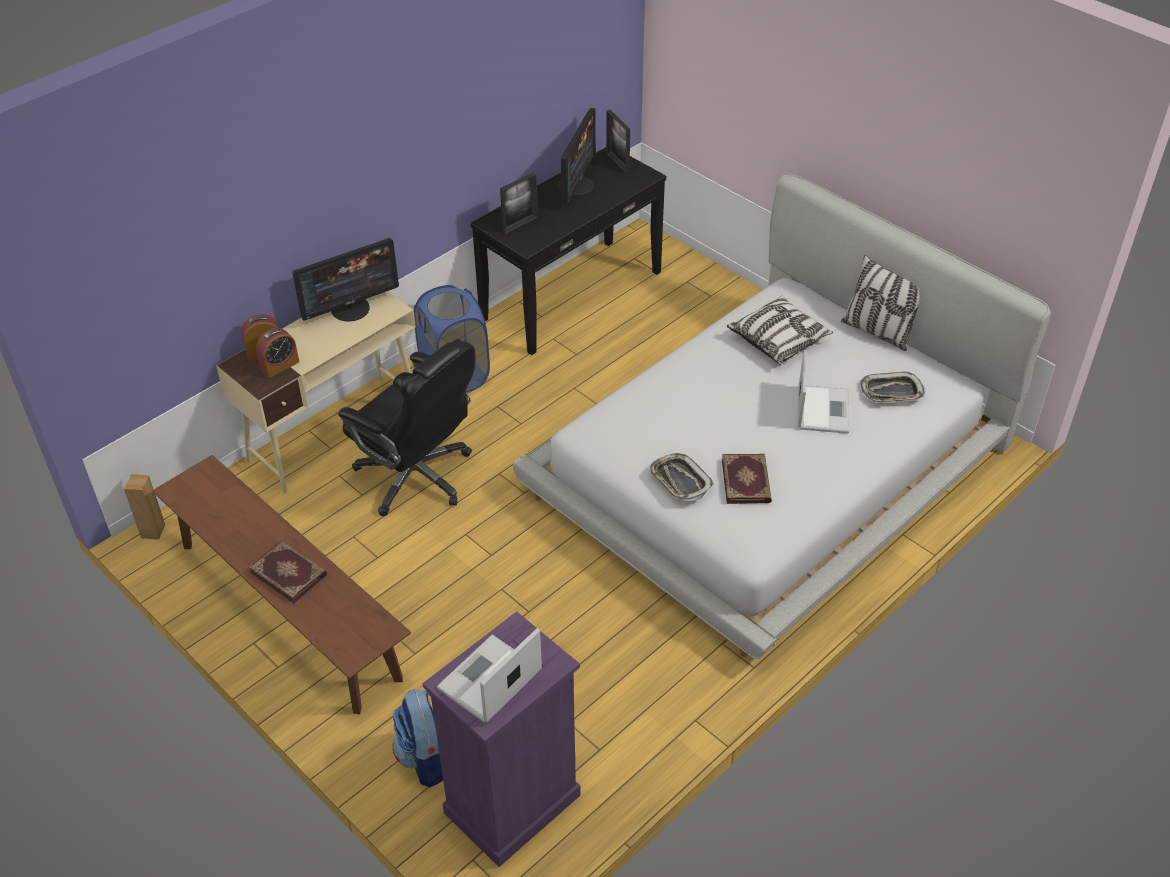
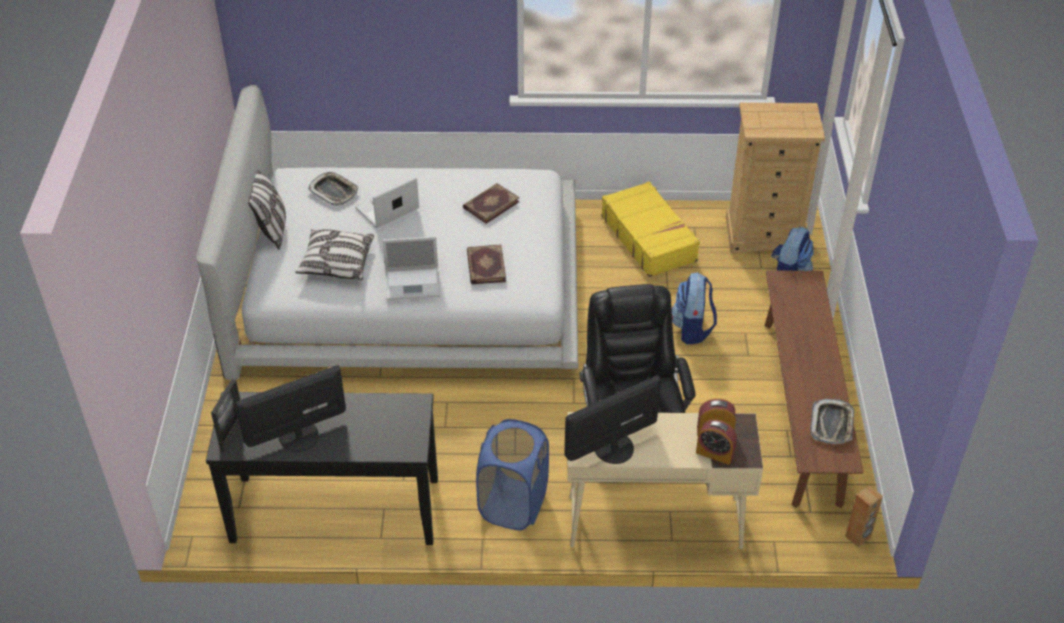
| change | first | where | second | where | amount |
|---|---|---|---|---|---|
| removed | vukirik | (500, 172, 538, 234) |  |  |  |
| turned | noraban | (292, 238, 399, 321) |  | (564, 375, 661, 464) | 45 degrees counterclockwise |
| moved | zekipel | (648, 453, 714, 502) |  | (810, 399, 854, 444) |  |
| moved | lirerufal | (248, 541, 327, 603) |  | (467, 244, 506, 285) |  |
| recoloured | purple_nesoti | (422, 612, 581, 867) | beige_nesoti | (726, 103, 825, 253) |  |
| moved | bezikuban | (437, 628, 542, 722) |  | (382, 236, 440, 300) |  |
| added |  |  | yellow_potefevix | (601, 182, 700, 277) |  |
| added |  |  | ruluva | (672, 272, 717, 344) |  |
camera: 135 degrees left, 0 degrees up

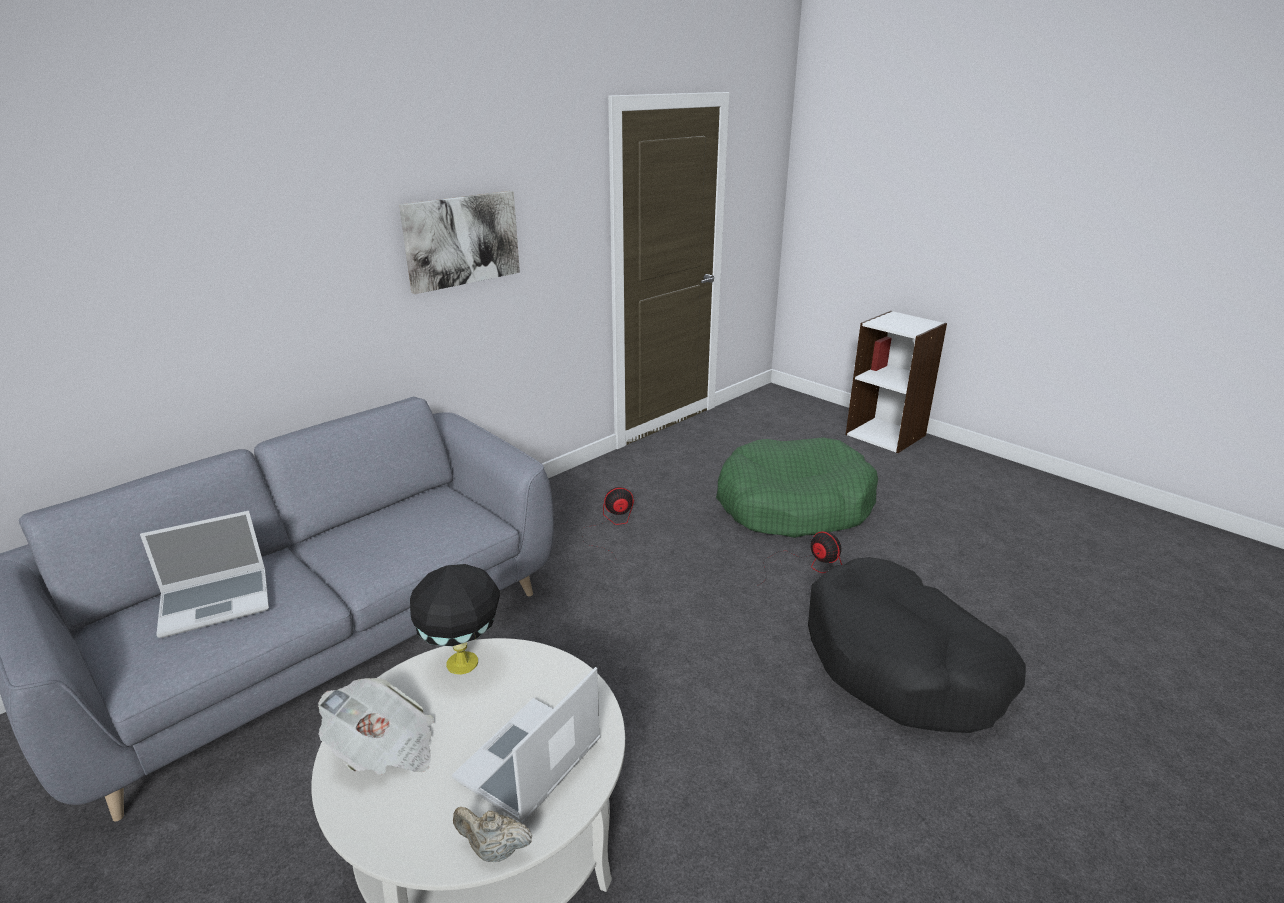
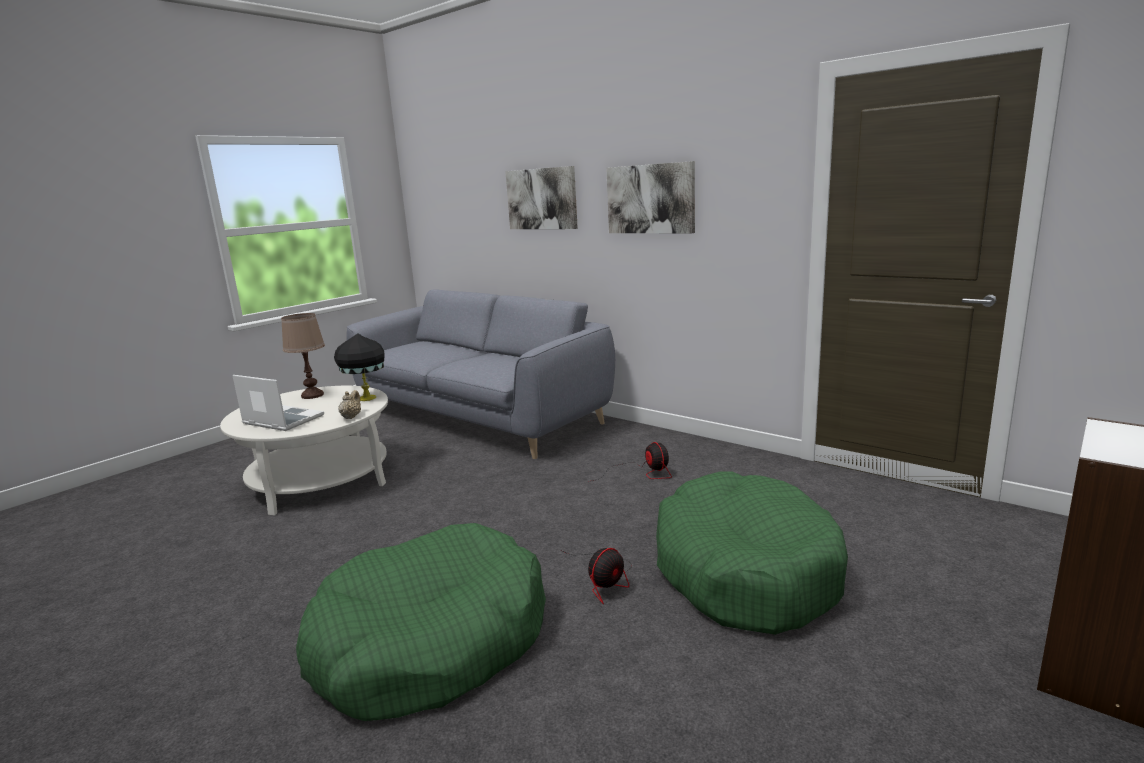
| change | first | where | second | where | amount |
|---|---|---|---|---|---|
| removed | bezikuban | (140, 511, 269, 638) |  |  |  |
| recoloured | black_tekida | (808, 557, 1026, 733) | green_tekida | (296, 523, 546, 721) |  |
| replaced | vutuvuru | (318, 678, 434, 775) | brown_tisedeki | (281, 313, 325, 399) |  |
| moved | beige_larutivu | (453, 807, 532, 862) |  | (338, 390, 361, 419) |  |
| added |  |  | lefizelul | (505, 166, 578, 229) |  |
camera: 85 degrees right, 10 degrees down

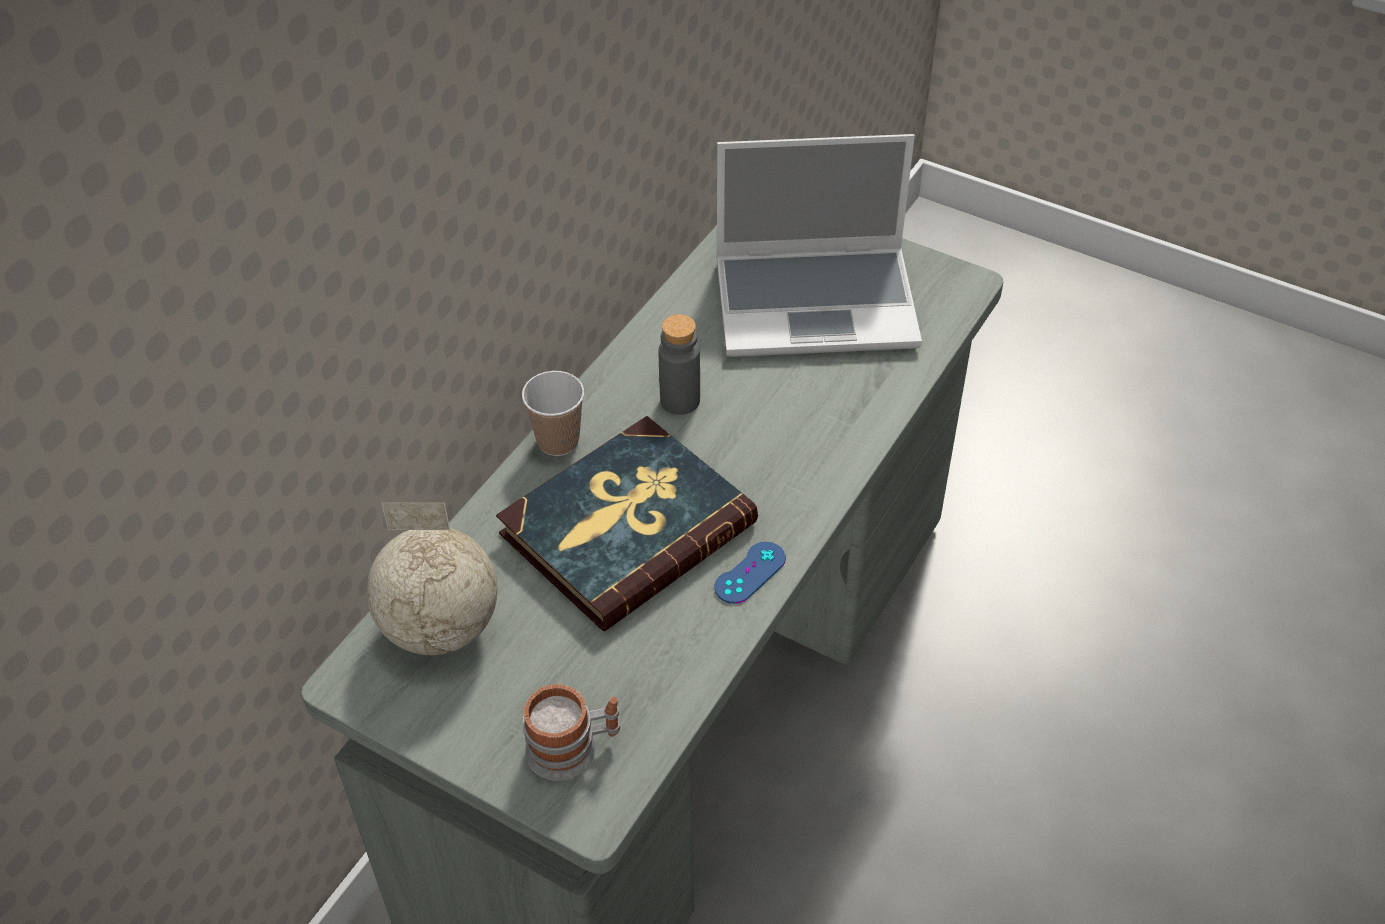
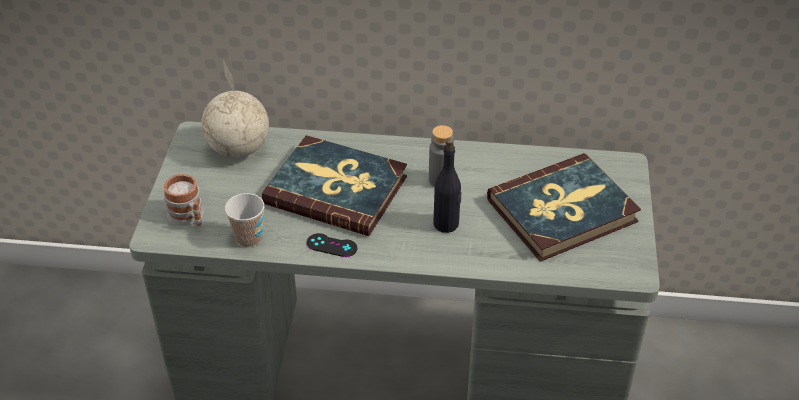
| change | first | where | second | where | amount |
|---|---|---|---|---|---|
| replaced | bezikuban | (717, 134, 922, 357) | lirerufal | (487, 153, 641, 262) |  |
| moved | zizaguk | (522, 371, 584, 456) |  | (225, 193, 264, 248) |  |
| recoloured | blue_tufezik | (715, 542, 786, 604) | black_tufezik | (307, 233, 357, 257) |  |
| added |  |  | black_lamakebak | (433, 138, 462, 233) |  |
camera: 65 degrees right, 5 degrees down

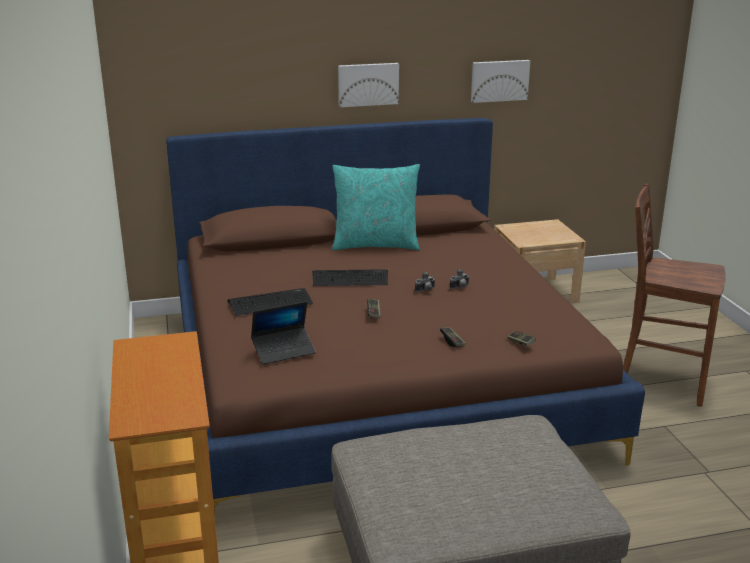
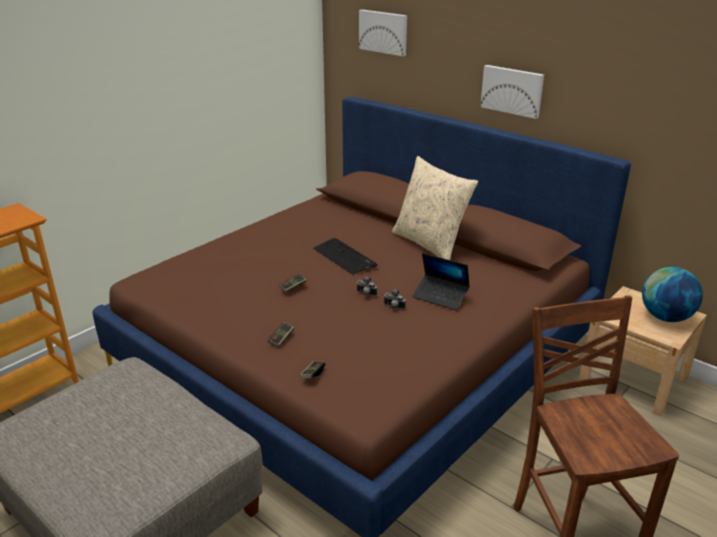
| change | first | where | second | where | amount |
|---|---|---|---|---|---|
| moved | lefizelul | (471, 60, 530, 103) |  | (359, 10, 407, 56) |  |
| recoloured | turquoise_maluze | (332, 164, 420, 250) | beige_maluze | (392, 156, 478, 260) |  |
| removed | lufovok | (227, 288, 313, 316) |  |  |  |
| moved | bezikuban | (251, 302, 316, 364) |  | (412, 253, 470, 310) |  |
| added |  |  | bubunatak | (642, 267, 703, 322) |  |
camera: 55 degrees right, 5 degrees up

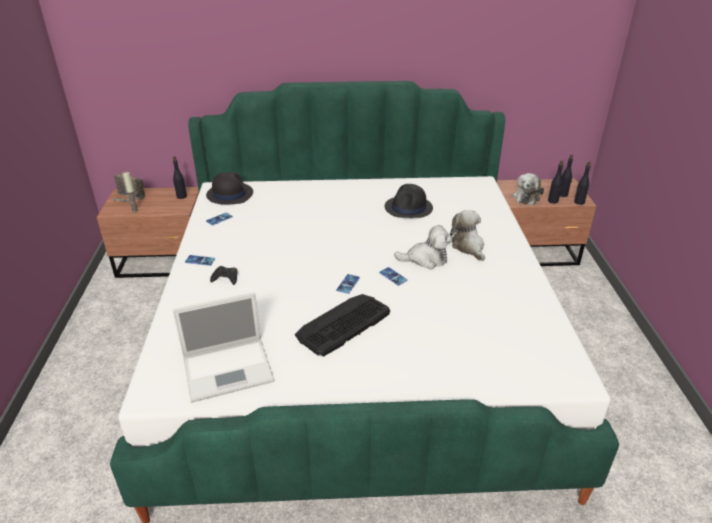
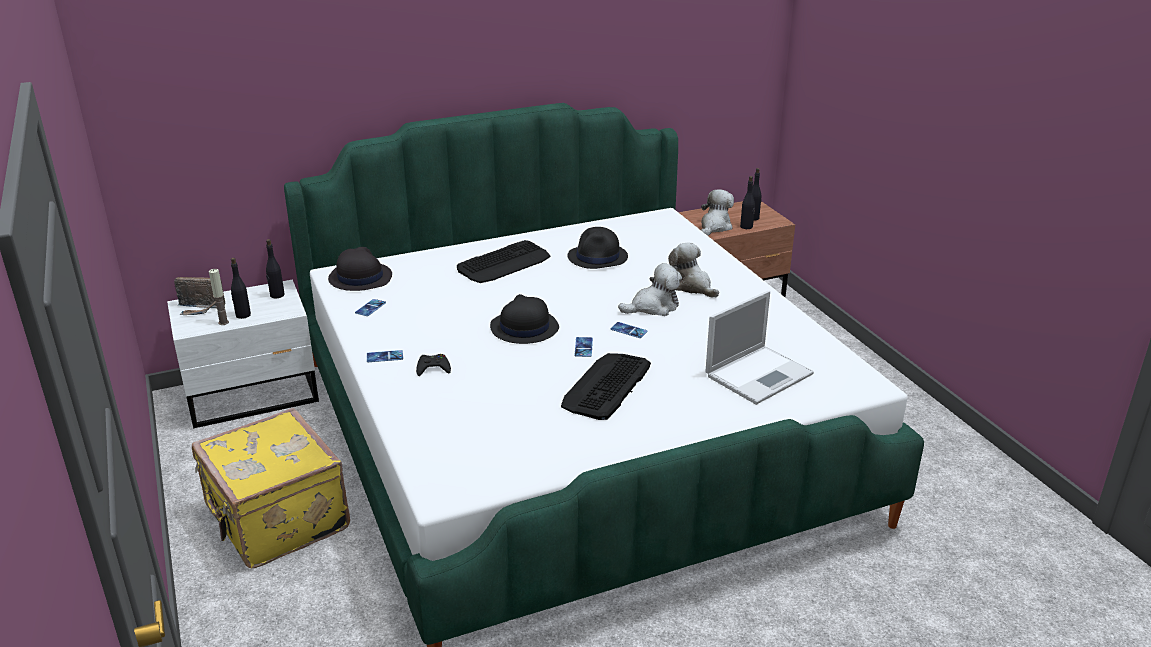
| change | first | where | second | where | amount |
|---|---|---|---|---|---|
| moved | black_lamakebak | (574, 162, 591, 205) |  | (231, 258, 251, 319) |  |
| turned | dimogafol | (512, 173, 544, 205) |  | (701, 189, 734, 236) | 150 degrees counterclockwise |
| recoloured | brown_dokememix | (97, 187, 199, 278) | white_dokememix | (167, 280, 319, 428) |  |
| moved | bezikuban | (173, 292, 274, 403) |  | (705, 291, 814, 405) |  |
| added |  |  | lufovok | (457, 240, 551, 283) |  |
| added |  |  | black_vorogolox | (490, 294, 559, 344) |  |
| added |  |  | yellow_potefevix | (192, 408, 350, 568) |  |
camera: 20 degrees left, 5 degrees down

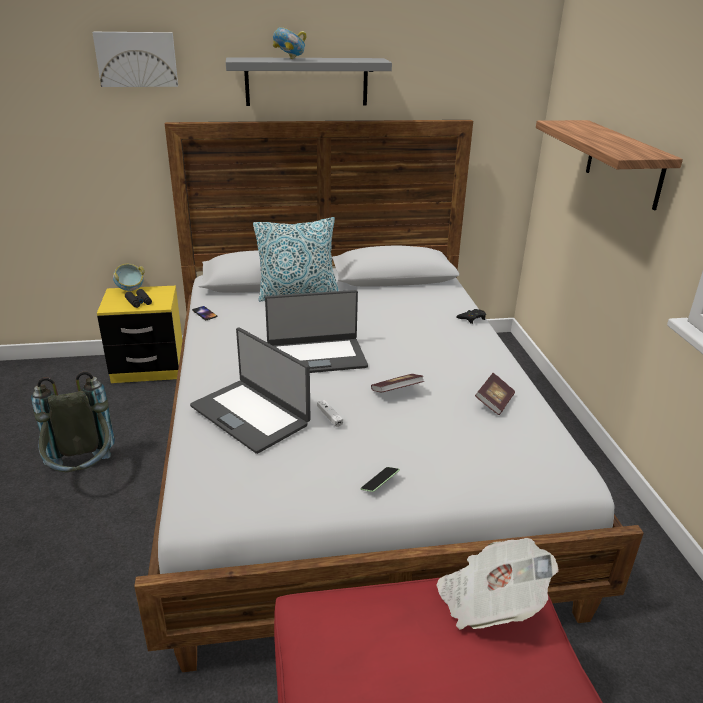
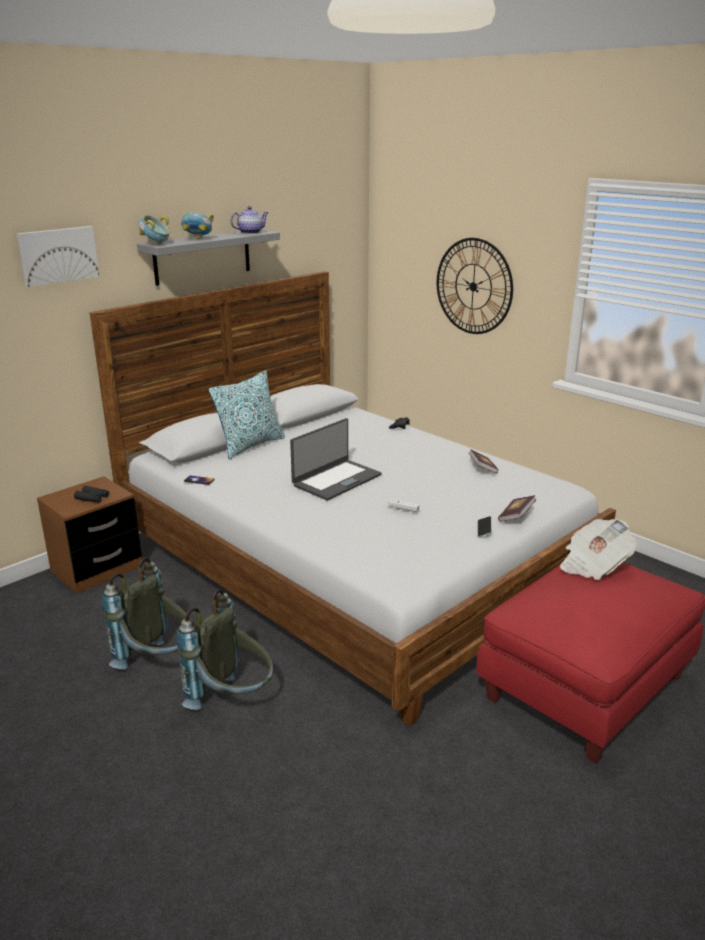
| change | first | where | second | where | amount |
|---|---|---|---|---|---|
| replaced | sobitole | (536, 120, 683, 210) | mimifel | (437, 238, 513, 334) |  |
| moved | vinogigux | (113, 264, 145, 291) |  | (139, 215, 170, 244) |  |
| recoloured | yellow_dokememix | (97, 286, 183, 383) | brown_dokememix | (37, 476, 142, 593) |  |
| removed | bezikuban | (190, 328, 310, 454) |  |  |  |
| moved | lirerufal | (371, 374, 424, 393) |  | (498, 495, 537, 522) |  |
| added |  |  | larutivu | (230, 206, 269, 234) |  |
| added |  |  | grey_ruluva | (177, 589, 273, 710) |  |
camera: 35 degrees left, 5 degrees down

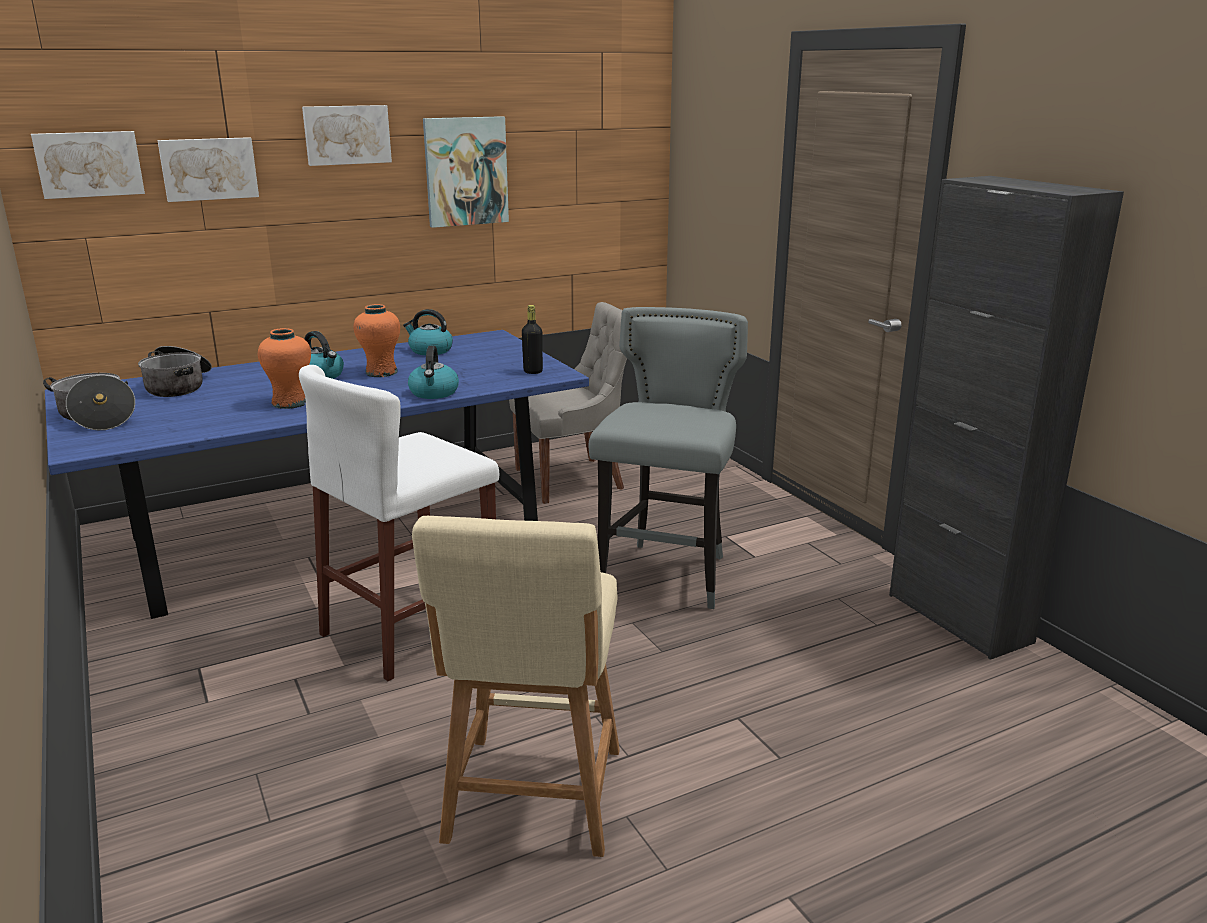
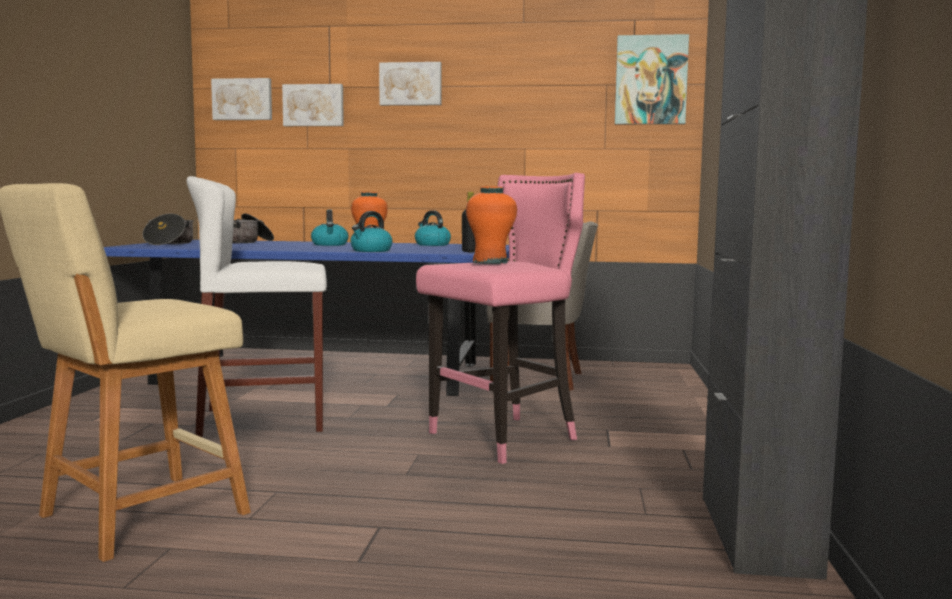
| change | first | where | second | where | amount |
|---|---|---|---|---|---|
| moved | lefizelul | (423, 116, 509, 228) |  | (615, 34, 689, 124) |  |
| recoloured | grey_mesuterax | (589, 307, 748, 609) | pink_mesuterax | (416, 173, 585, 464) |  |
| moved | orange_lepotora | (258, 328, 311, 409) |  | (466, 186, 517, 264) |  |
camera: 35 degrees right, 15 degrees down

